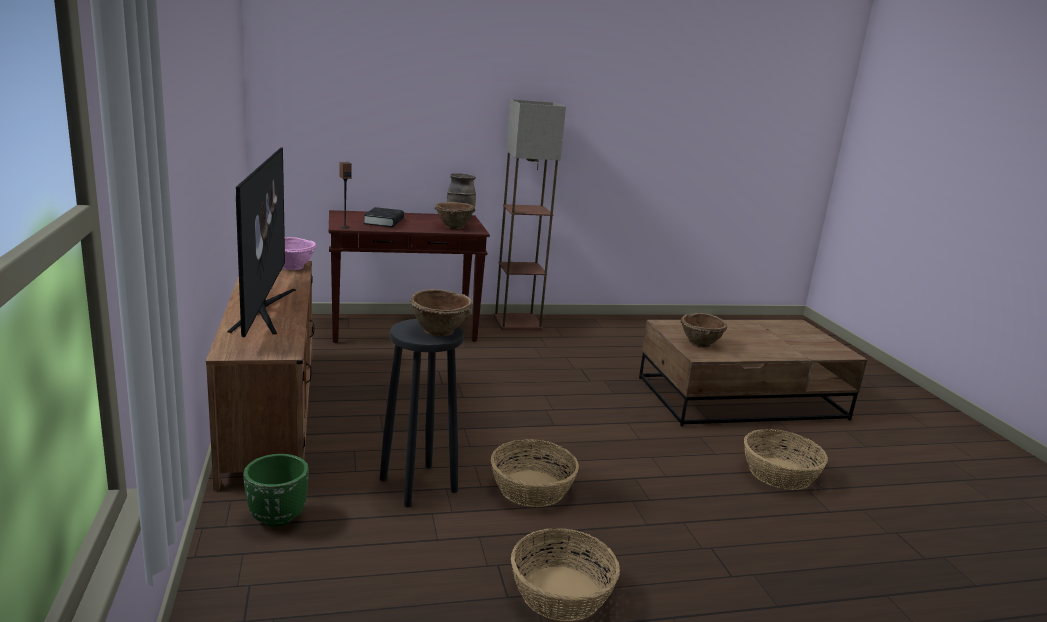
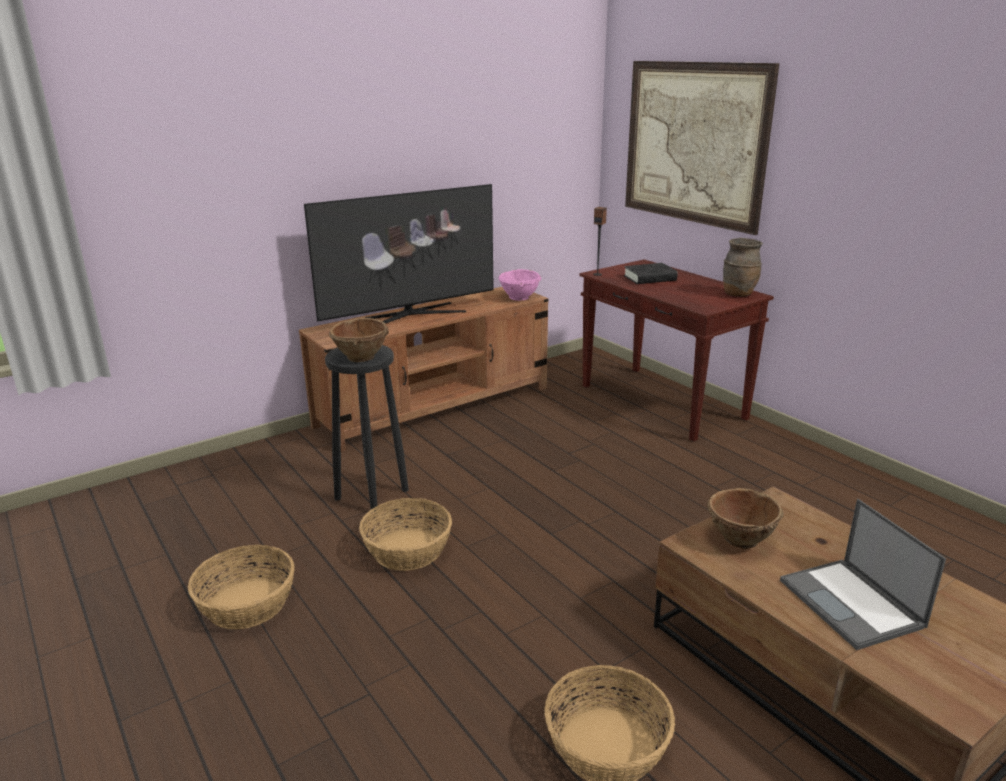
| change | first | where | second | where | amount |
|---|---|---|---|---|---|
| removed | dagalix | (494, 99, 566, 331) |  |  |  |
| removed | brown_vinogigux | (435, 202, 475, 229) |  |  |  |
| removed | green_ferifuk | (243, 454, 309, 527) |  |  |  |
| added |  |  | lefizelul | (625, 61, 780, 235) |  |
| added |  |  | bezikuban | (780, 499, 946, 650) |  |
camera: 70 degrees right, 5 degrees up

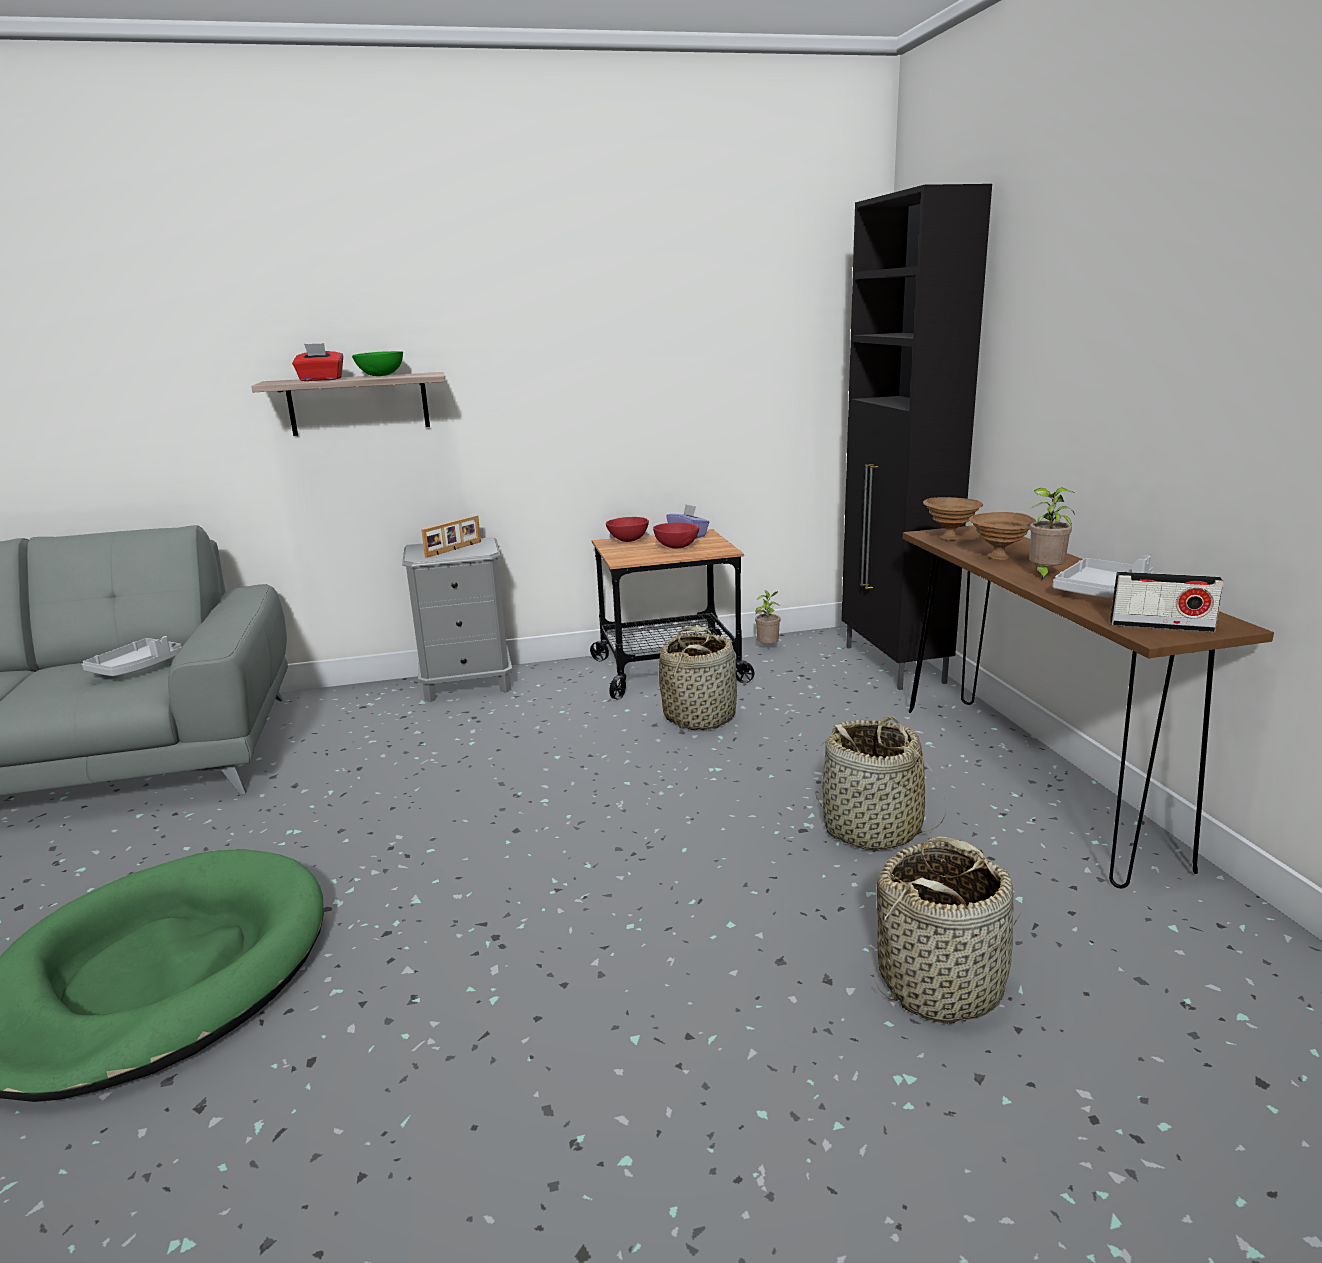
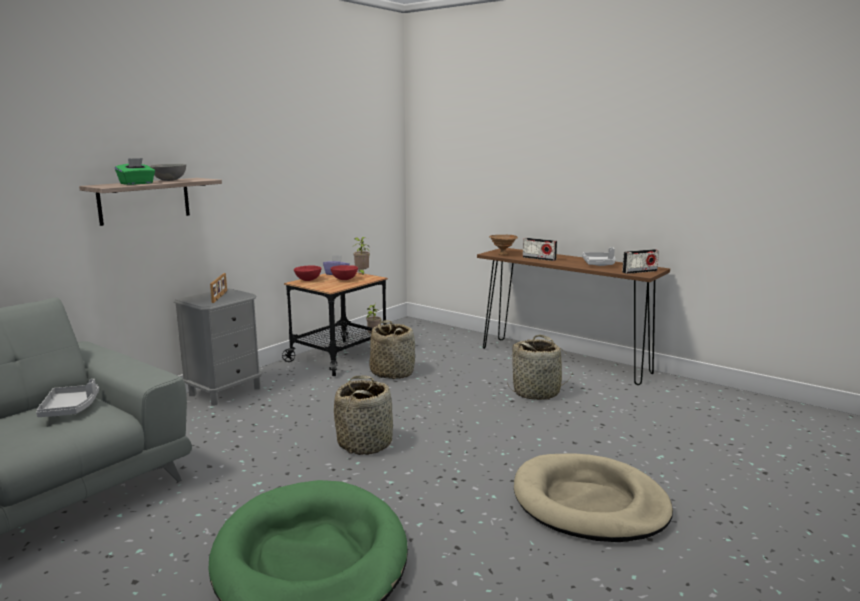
| change | first | where | second | where | amount |
|---|---|---|---|---|---|
| removed | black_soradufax | (842, 184, 992, 690) |  |  |  |
| recoloured | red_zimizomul | (292, 343, 343, 381) | green_zimizomul | (115, 158, 155, 185) |  |
| recoloured | green_vinogigux | (352, 351, 403, 376) | grey_vinogigux | (149, 164, 186, 181) |  |
| moved | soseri | (1029, 488, 1075, 581) |  | (353, 237, 370, 276) |  |
| replaced | brown_vinogigux | (969, 512, 1036, 560) | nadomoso | (523, 238, 557, 261) |  |
| moved | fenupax | (875, 836, 1021, 1024) |  | (334, 375, 393, 455) |  |
| added |  |  | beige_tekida | (514, 453, 673, 542) |  |
camera: 40 degrees left, 5 degrees down

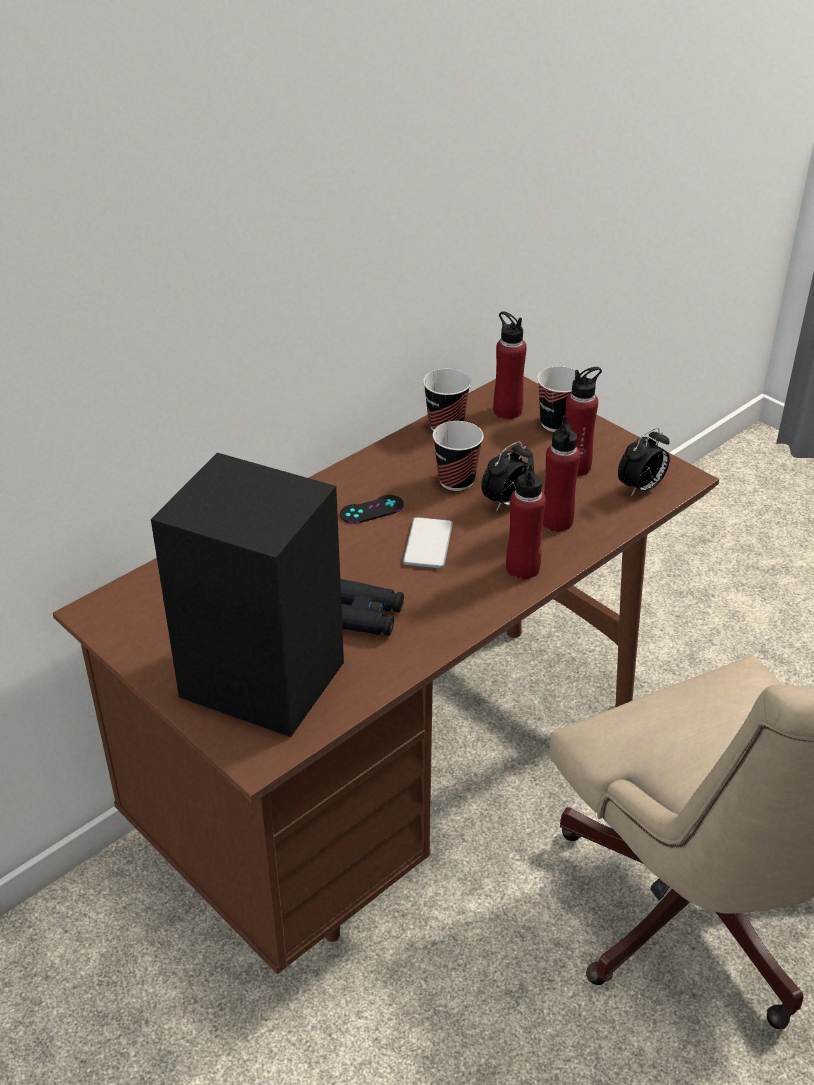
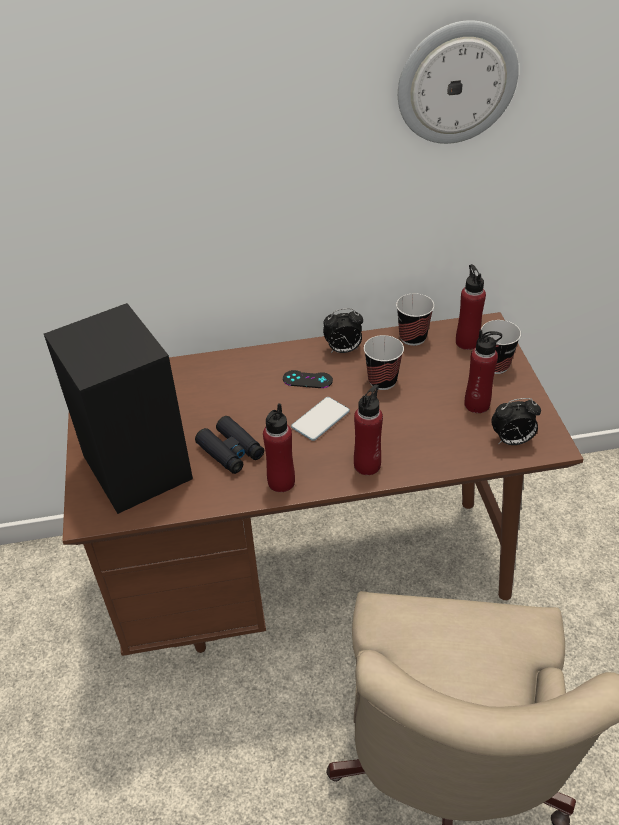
| change | first | where | second | where | amount |
|---|---|---|---|---|---|
| moved | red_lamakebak | (543, 416, 580, 532) |  | (263, 403, 295, 492) |  |
| moved | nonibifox | (481, 441, 533, 512) |  | (323, 308, 363, 353) |  |
| added |  |  | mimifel | (398, 20, 519, 144) |  |
camera: 35 degrees right, 5 degrees up

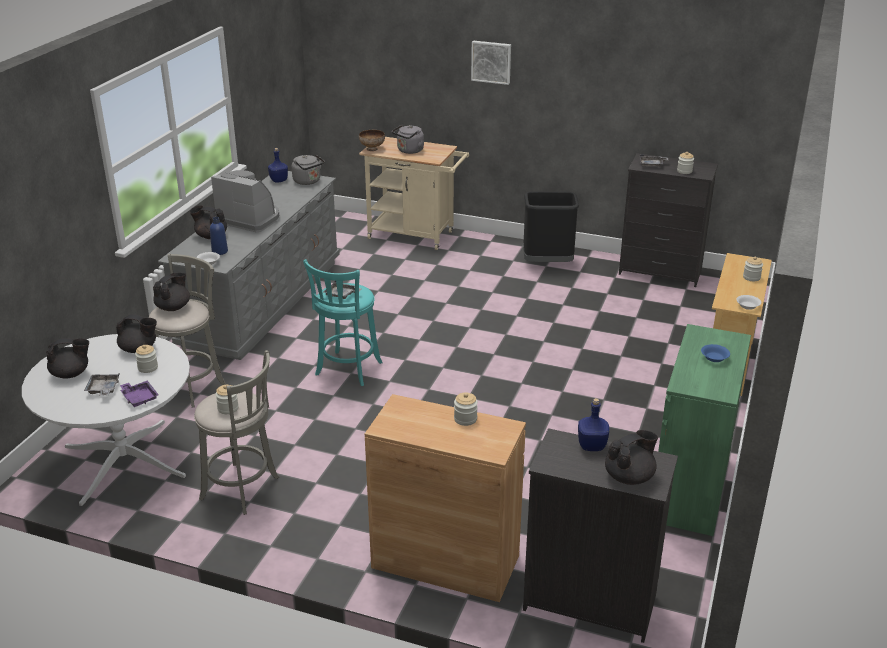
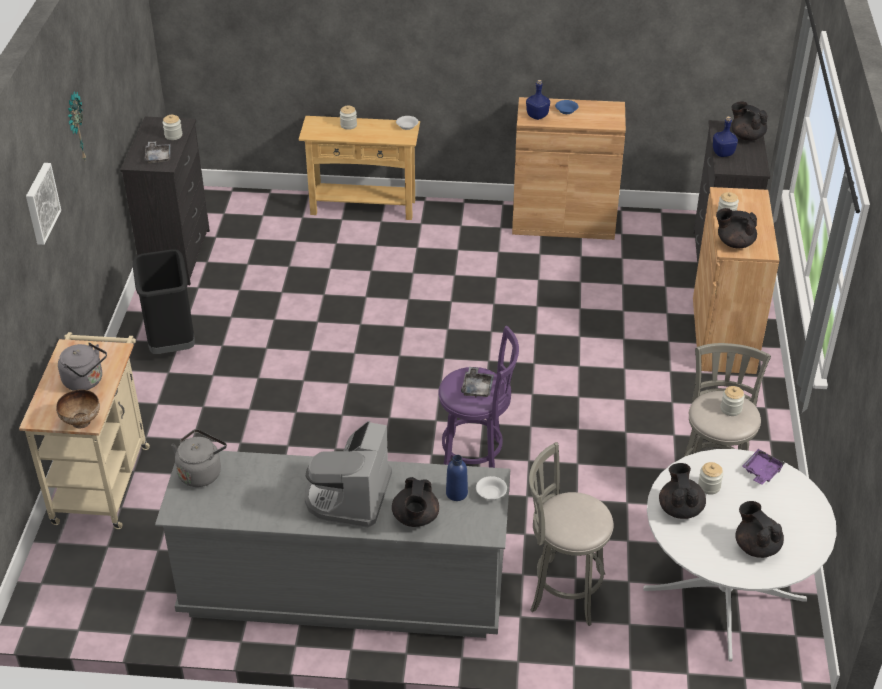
| change | first | where | second | where | amount |
|---|---|---|---|---|---|
| moved | blue_lamakebak | (268, 148, 288, 182) |  | (526, 80, 550, 120) |  |
| recoloured | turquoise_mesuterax | (303, 259, 383, 386) | purple_mesuterax | (438, 326, 519, 468) |  |
| moved | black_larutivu | (153, 273, 190, 311) |  | (716, 208, 757, 248) |  |
| recoloured | green_soradufax | (658, 324, 751, 536) | brown_soradufax | (512, 97, 626, 240) |  |
| removed | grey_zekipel | (84, 374, 119, 396) |  |  |  |
| added |  |  | mimifel | (68, 91, 86, 160) |  |
camera: 105 degrees left, 10 degrees up

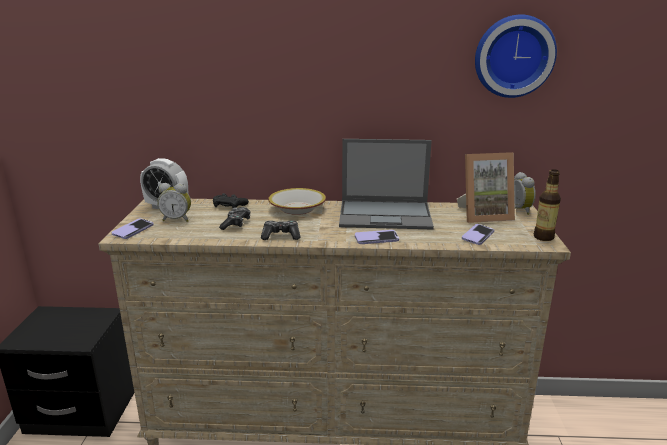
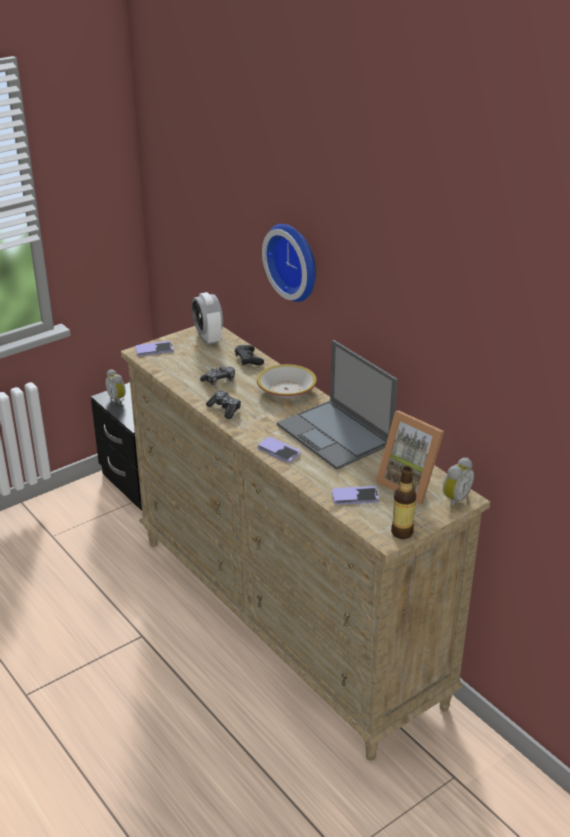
| change | first | where | second | where | amount |
|---|---|---|---|---|---|
| moved | mimifel | (475, 15, 557, 98) |  | (262, 224, 316, 302) |  |
| moved | nonibifox | (157, 183, 191, 222) |  | (105, 369, 126, 404) |  |
camera: 50 degrees right, 10 degrees up

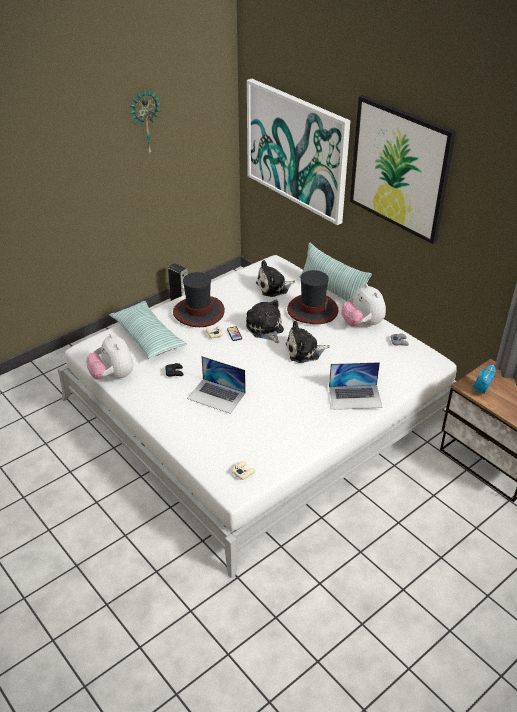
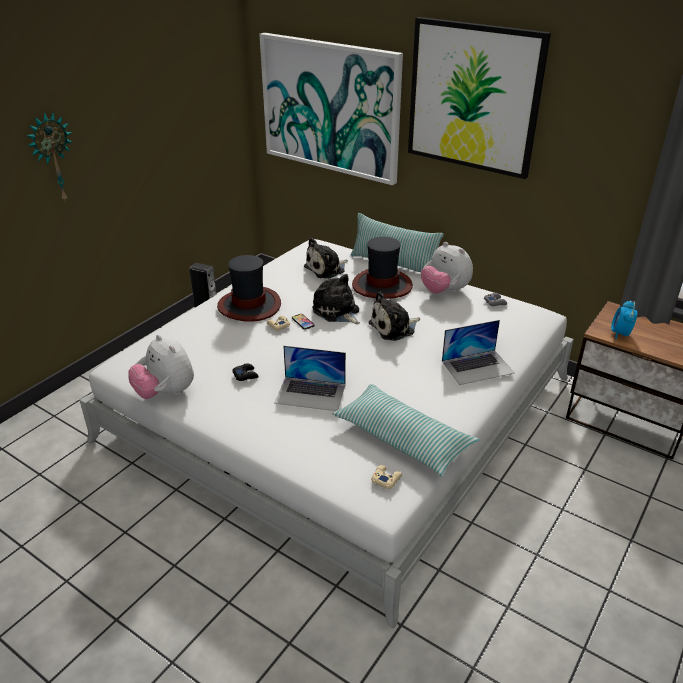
| change | first | where | second | where | amount |
|---|---|---|---|---|---|
| moved | mimifel | (129, 90, 161, 154) |  | (26, 112, 72, 203) |  |
| moved | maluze | (109, 301, 187, 359) |  | (333, 384, 480, 476) |  |
camera: 15 degrees left, 5 degrees down

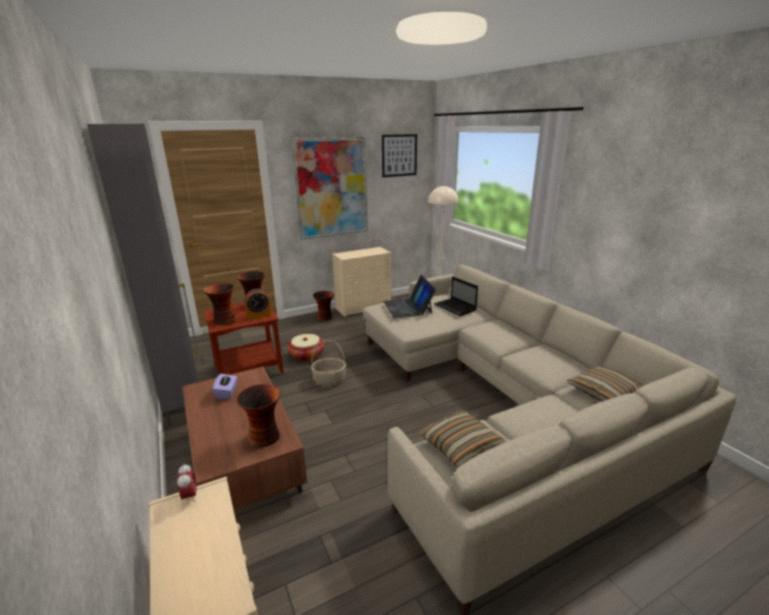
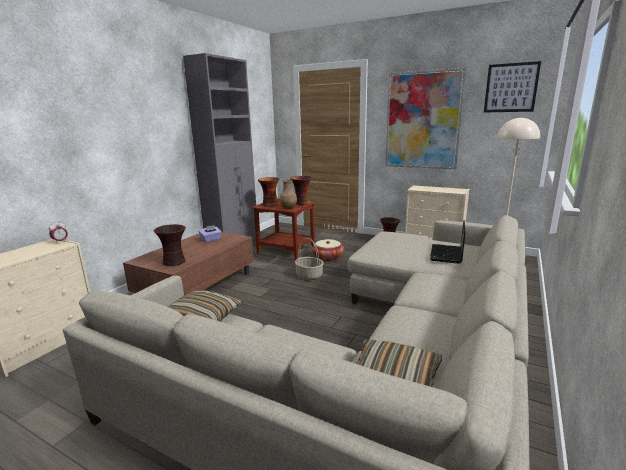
| change | first | where | second | where | amount |
|---|---|---|---|---|---|
| removed | bezikuban | (383, 275, 436, 318) |  |  |  |
| replaced | nonibifox | (244, 289, 271, 320) | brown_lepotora | (280, 180, 297, 209) |  |
camera: 55 degrees right, 5 degrees down

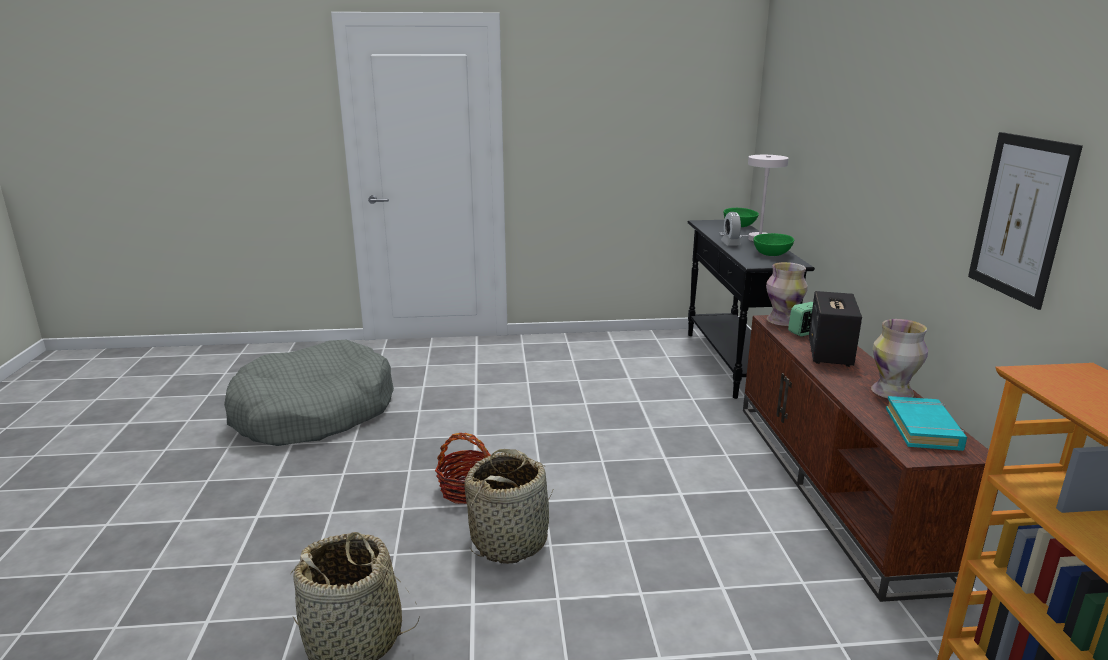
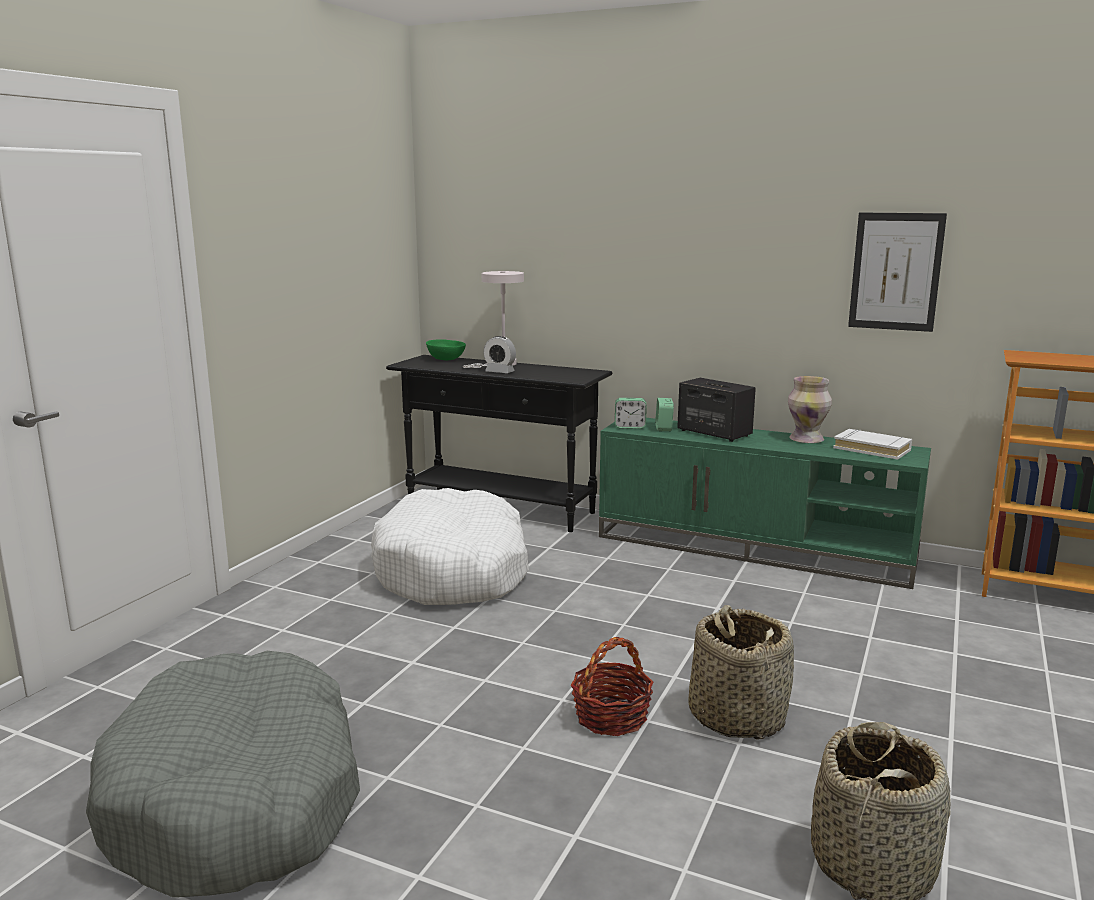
| change | first | where | second | where | amount |
|---|---|---|---|---|---|
| removed | green_vinogigux | (754, 233, 794, 256) |  |  |  |
| replaced | lepotora | (766, 262, 808, 326) | nonibifox | (615, 398, 647, 429) |  |
| recoloured | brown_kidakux | (743, 315, 998, 602) | green_kidakux | (599, 418, 931, 589) |  |
| recoloured | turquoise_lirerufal | (886, 396, 967, 451) | white_lirerufal | (833, 429, 912, 460) |  |
| added |  |  | white_tekida | (371, 488, 529, 605) |  |
camera: 60 degrees left, 5 degrees down

